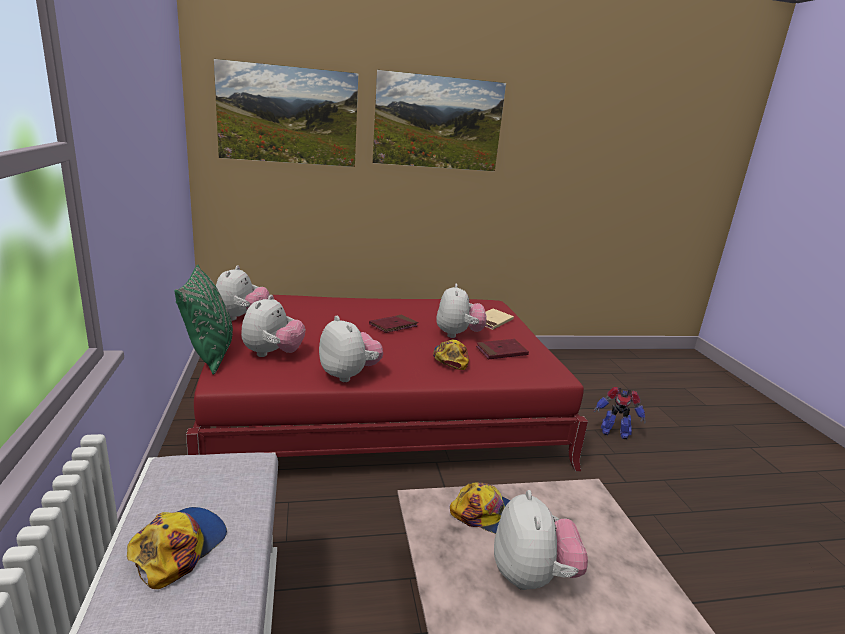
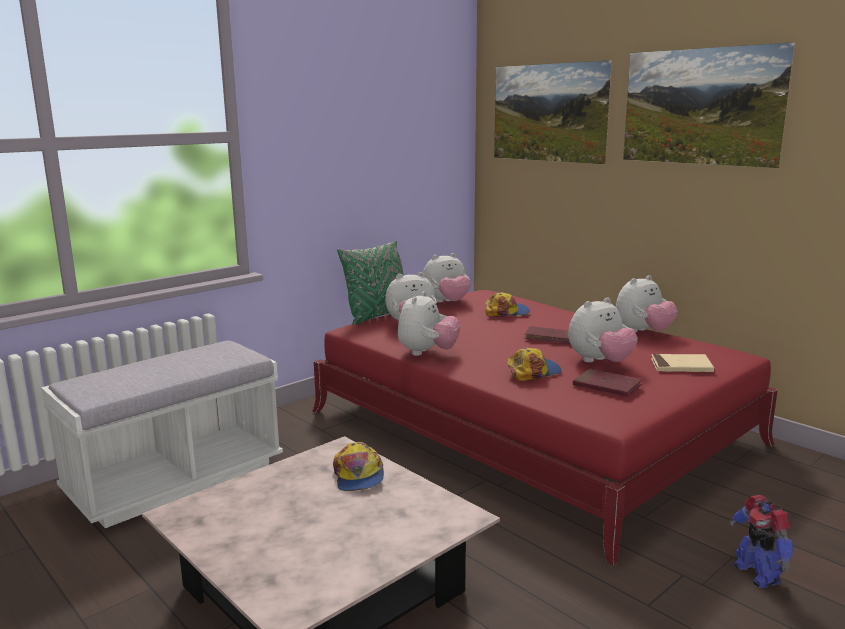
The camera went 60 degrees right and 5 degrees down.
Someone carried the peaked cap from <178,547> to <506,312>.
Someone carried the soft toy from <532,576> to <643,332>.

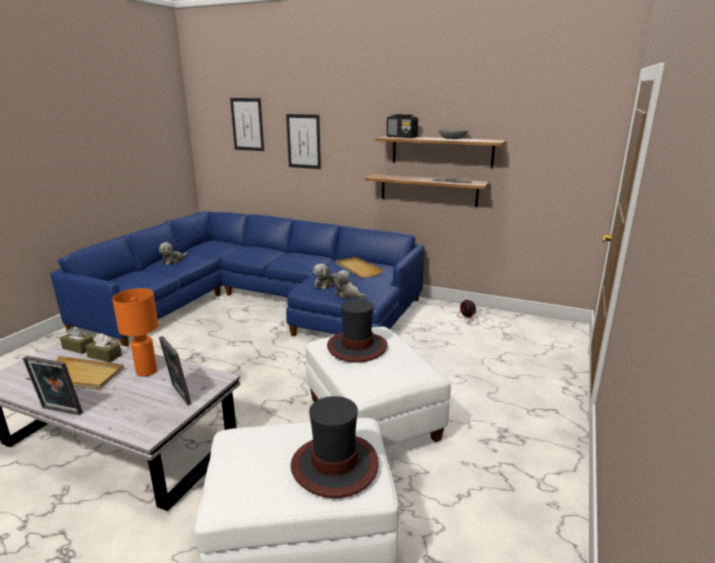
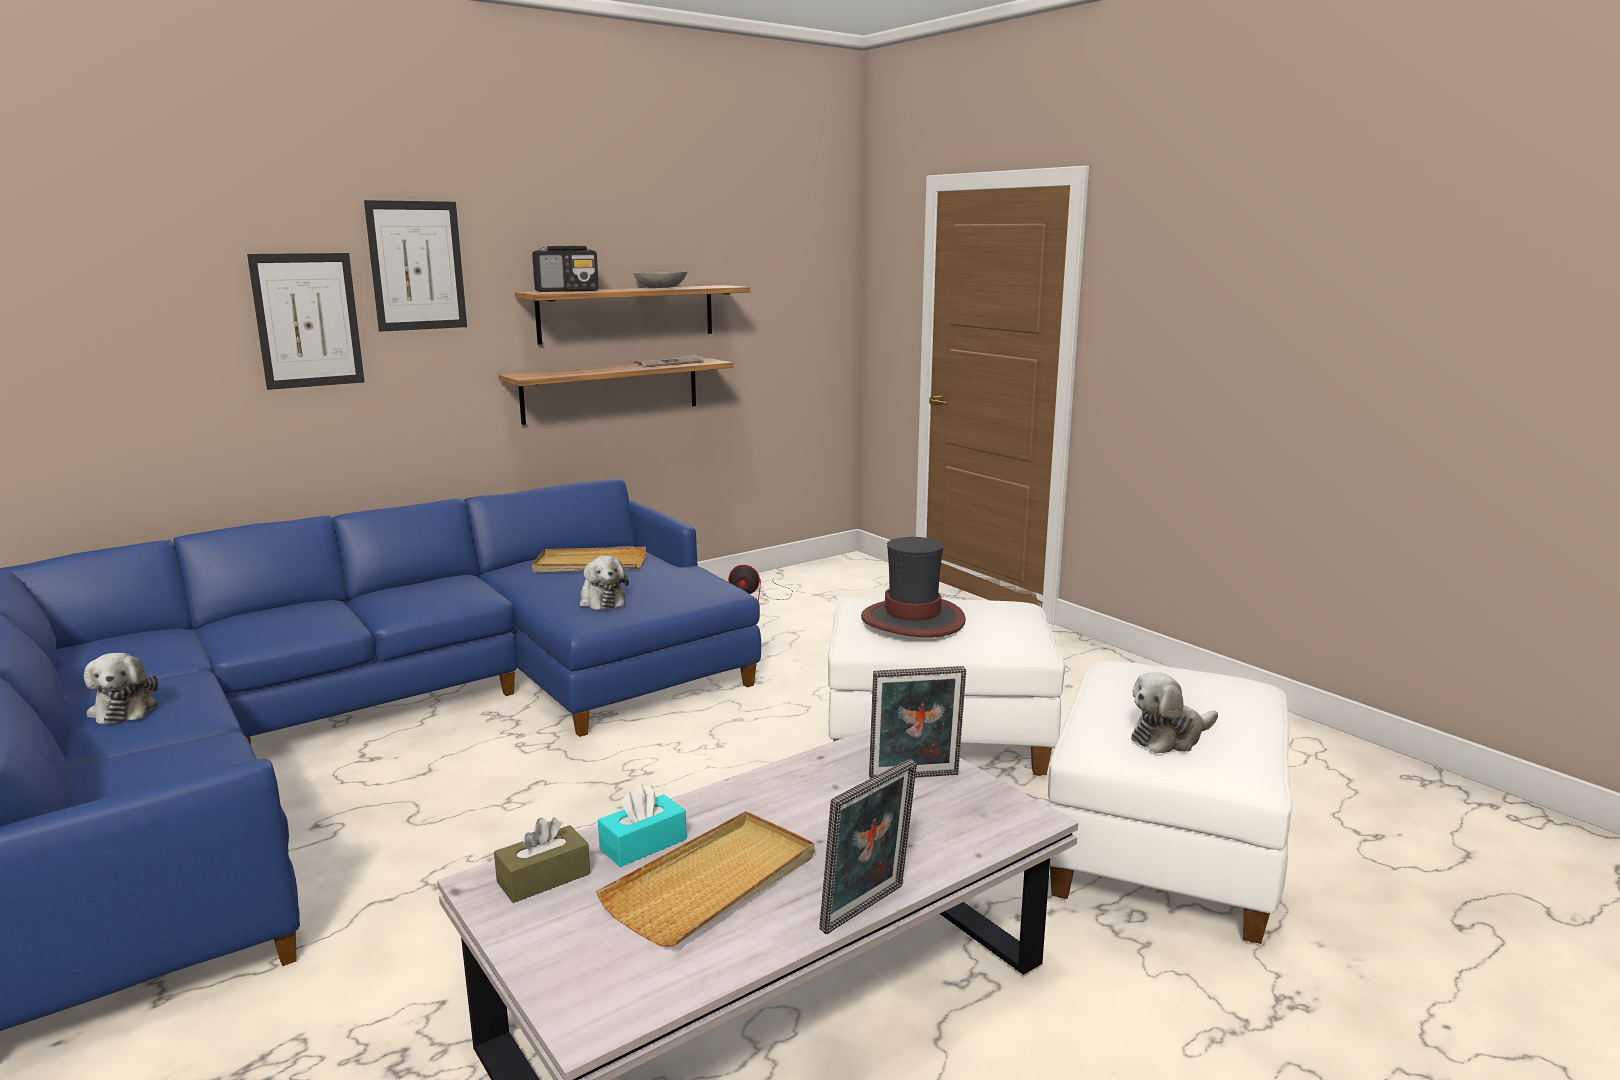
The camera went 60 degrees left and 5 degrees down.
Someone carried the wall art from <247,124> to <417,266>.
Someone repainted the brown tissue box at <104,356>, which became the turquoise tissue box at <643,844>.
Someone carried the soft toy from <348,294> to <1169,737>.
Someone took away the orange lamp for a table at <147,371>.
Someone took away the wearable hat at <335,465>.

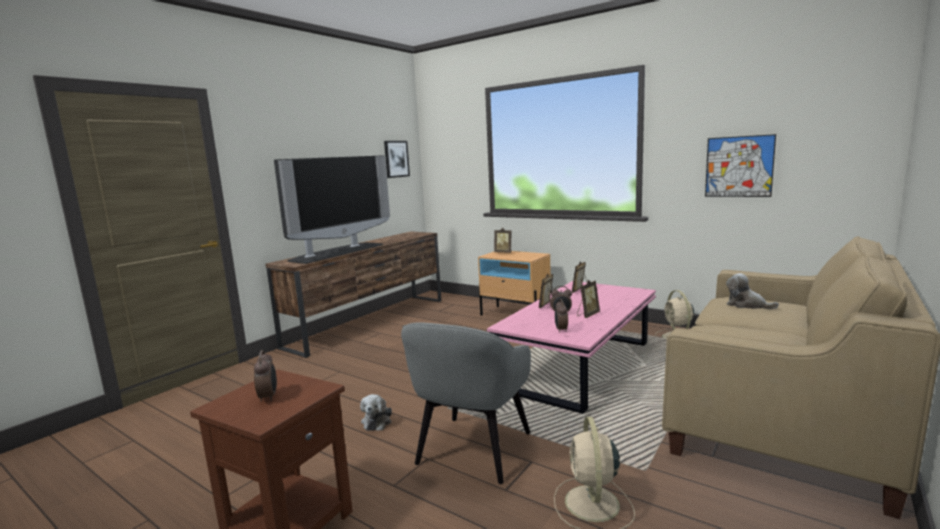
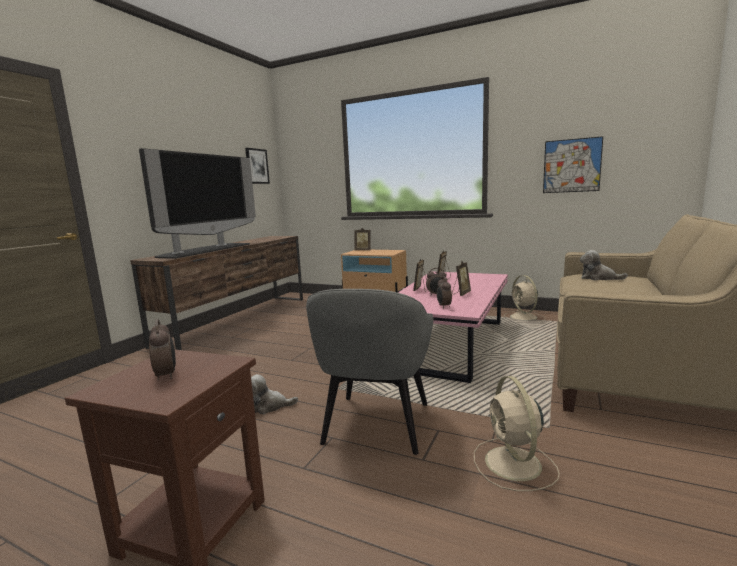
The camera went 10 degrees left and 0 degrees up.
Someone rotated the soft toy at <377,421> by 90 degrees clockwise.

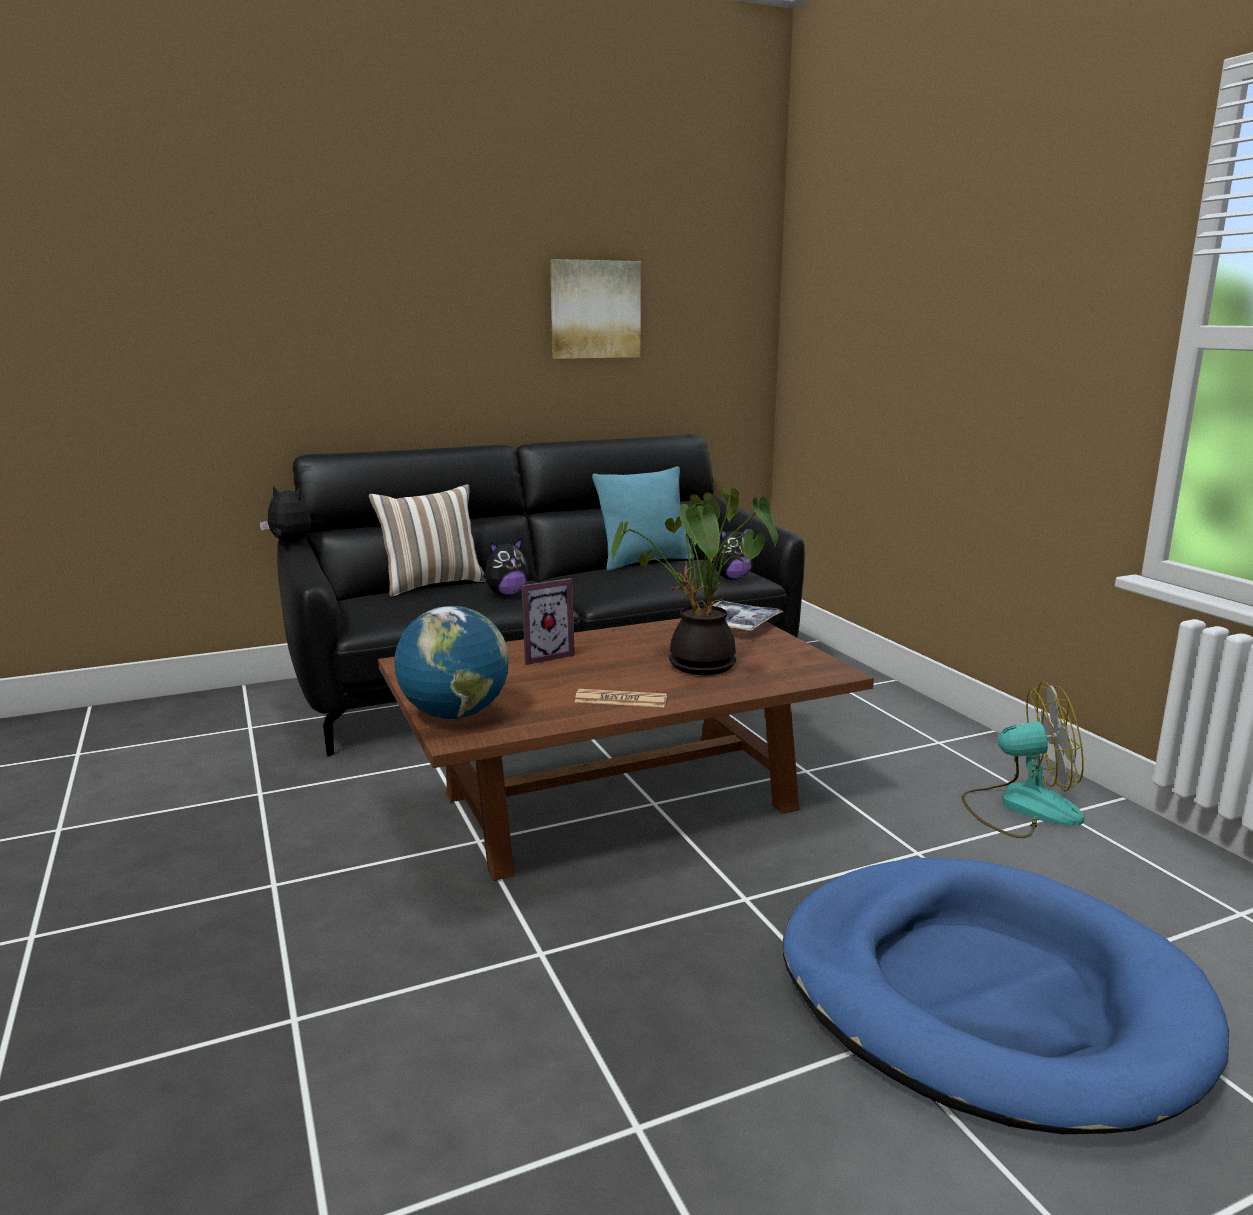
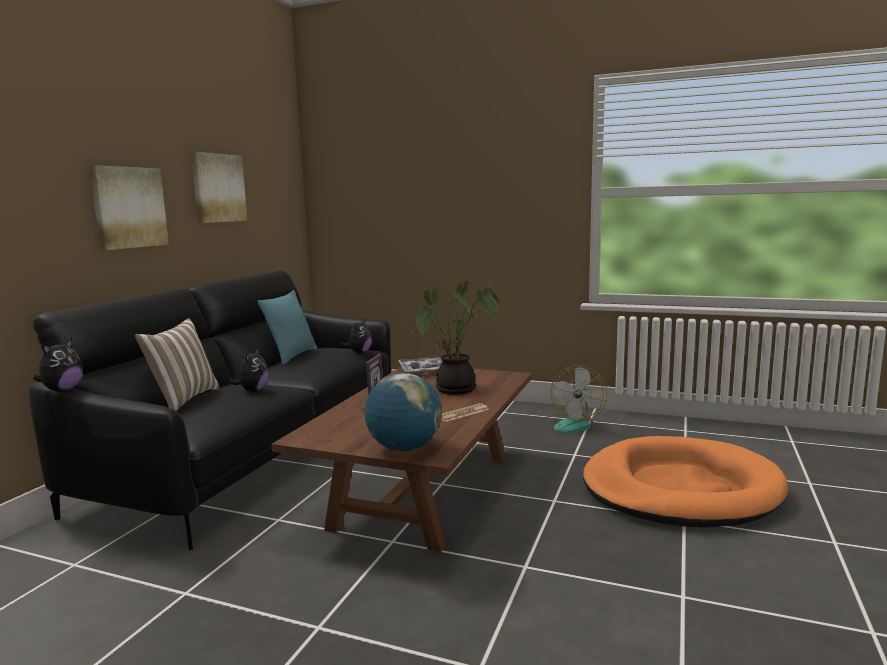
The camera went 45 degrees left and 5 degrees down.
Someone rotated the soft toy at <289,543> by 135 degrees clockwise.
Someone put up the wall art at <128,207>.
Someone rotated the cooling fan at <1020,807> by 150 degrees clockwise.
Someone repainted the blue pet bed at <985,996>, which became the orange pet bed at <679,489>.

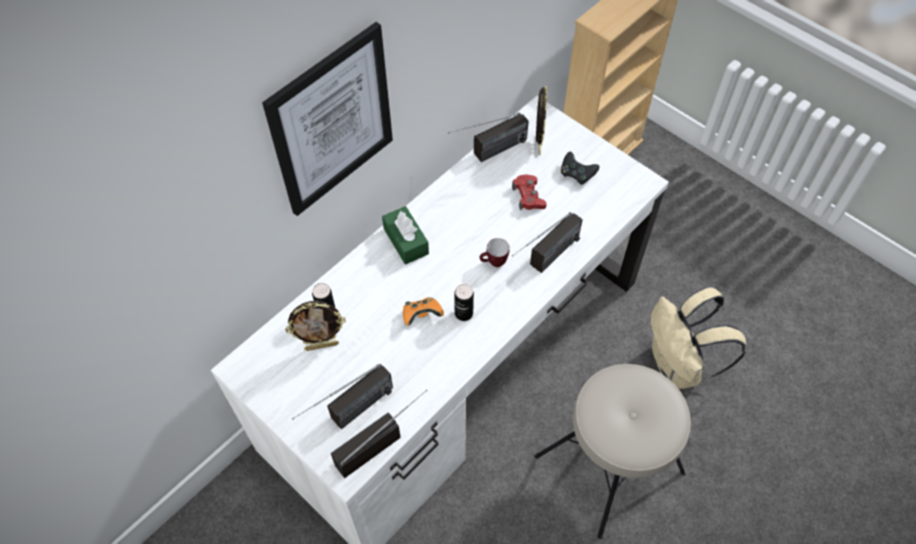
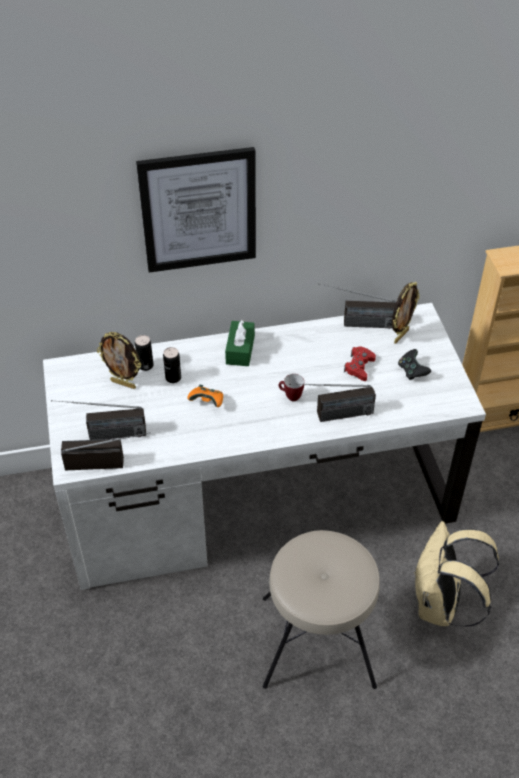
The camera went 35 degrees right and 10 degrees down.
Someone carried the metal can from <463,313> to <173,378>.

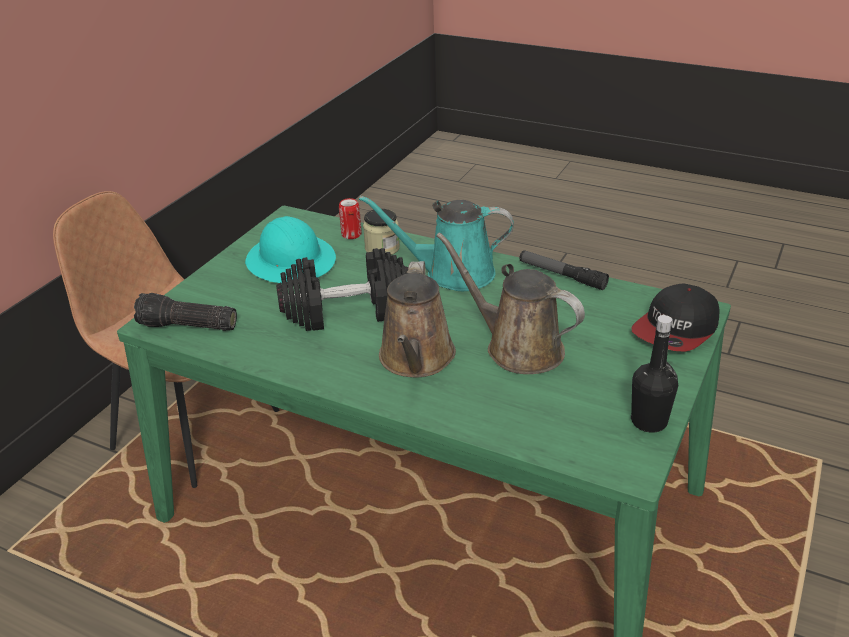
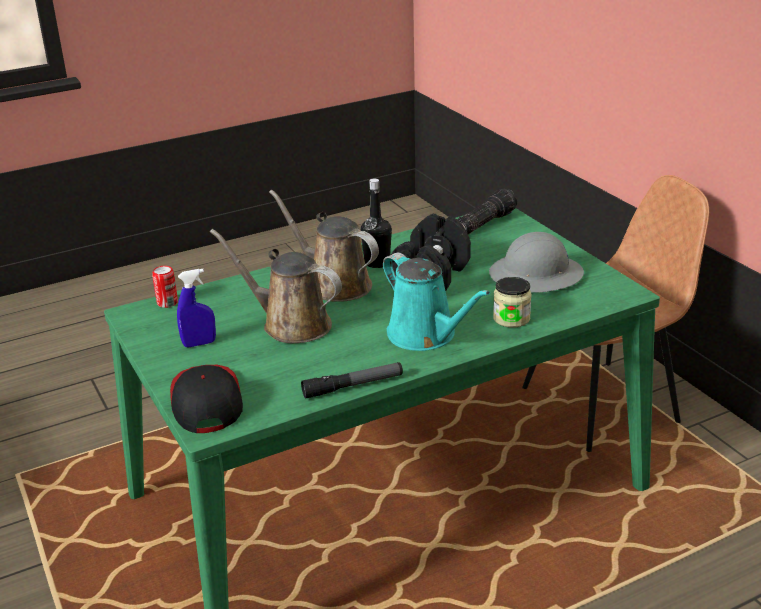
The camera went 125 degrees right and 5 degrees down.
Someone carried the metal can from <351,234> to <167,303>.
Someone put down the blue hand sprayer at <199,343>.
Someone rotated the brown watering pot at <517,348> by 135 degrees counterclockwise.
Someone carried the black drink bottle from <649,421> to <377,263>.
Someone rotated the turquoise watering pot at <452,274> by 105 degrees clockwise.
Someone repainted the turquoise hard hat at <291,261>, which became the grey hard hat at <536,275>.

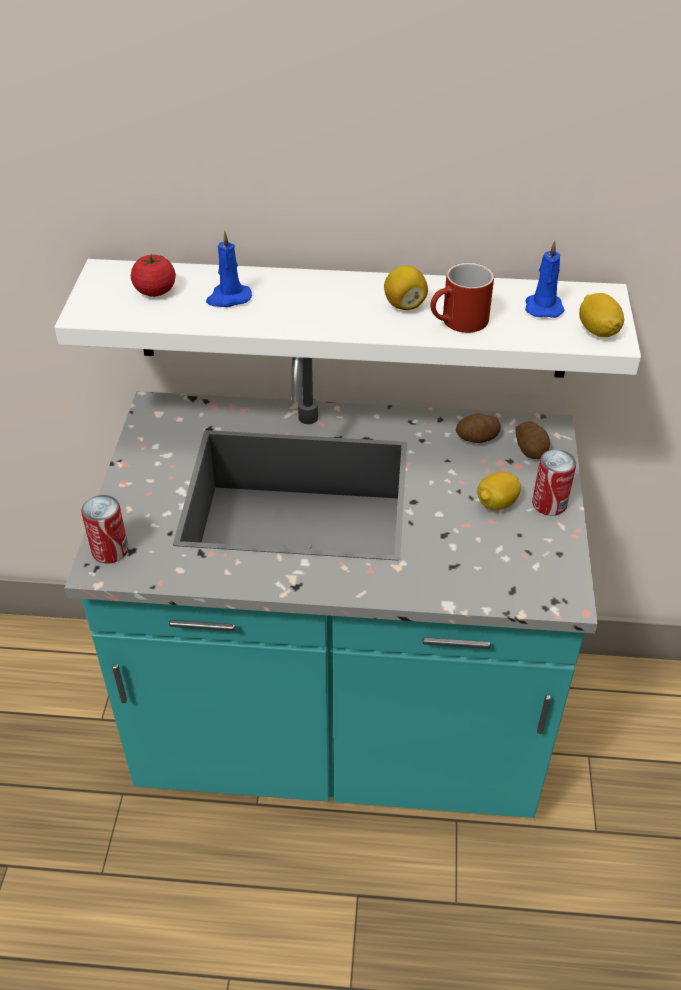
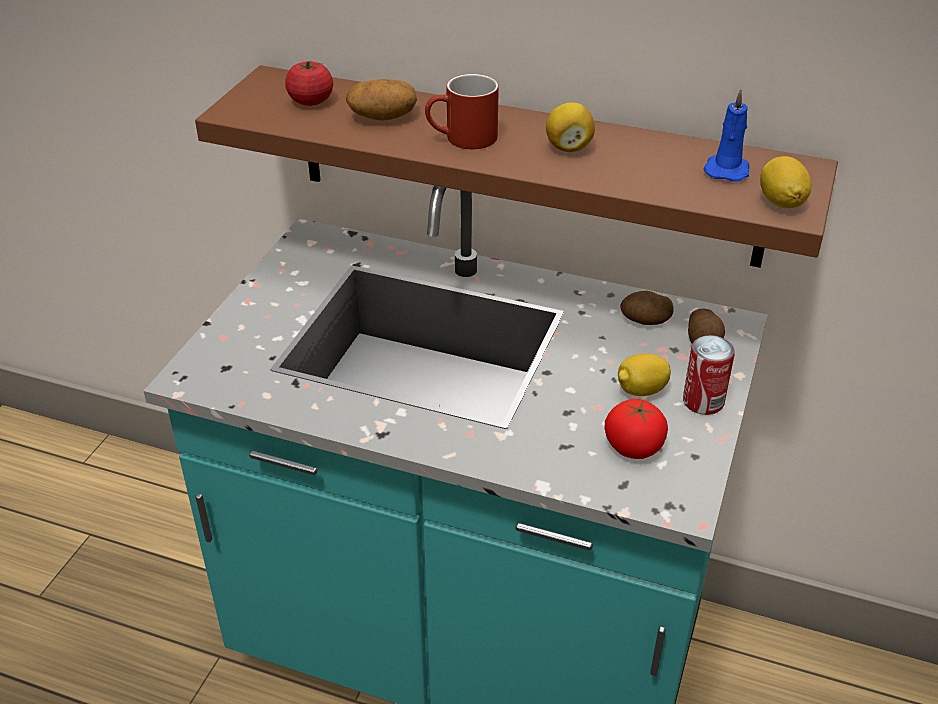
The camera went 15 degrees right and 5 degrees down.
Someone repainted the whitish wall shelf at <352,319>, which became the brown wall shelf at <525,166>.
Someone swapped the blue candle at <228,298> for the potato at <382,117>.
Someone carried the red mug from <458,323> to <462,139>.
Someone put down the fresh tomato at <633,447>.
Someone took away the metal can at <110,550>.

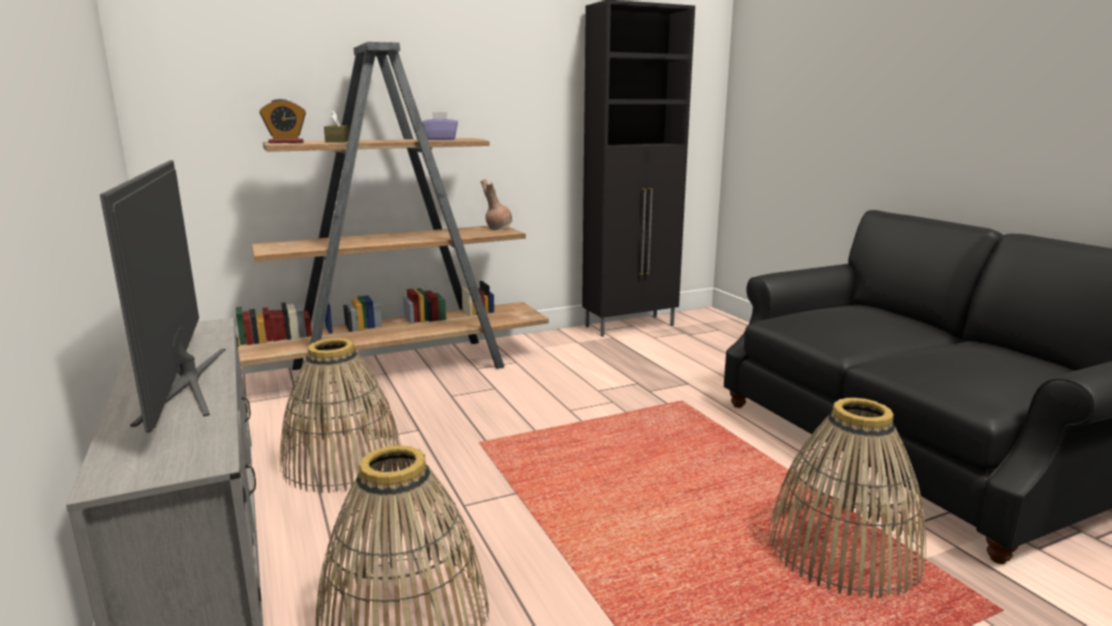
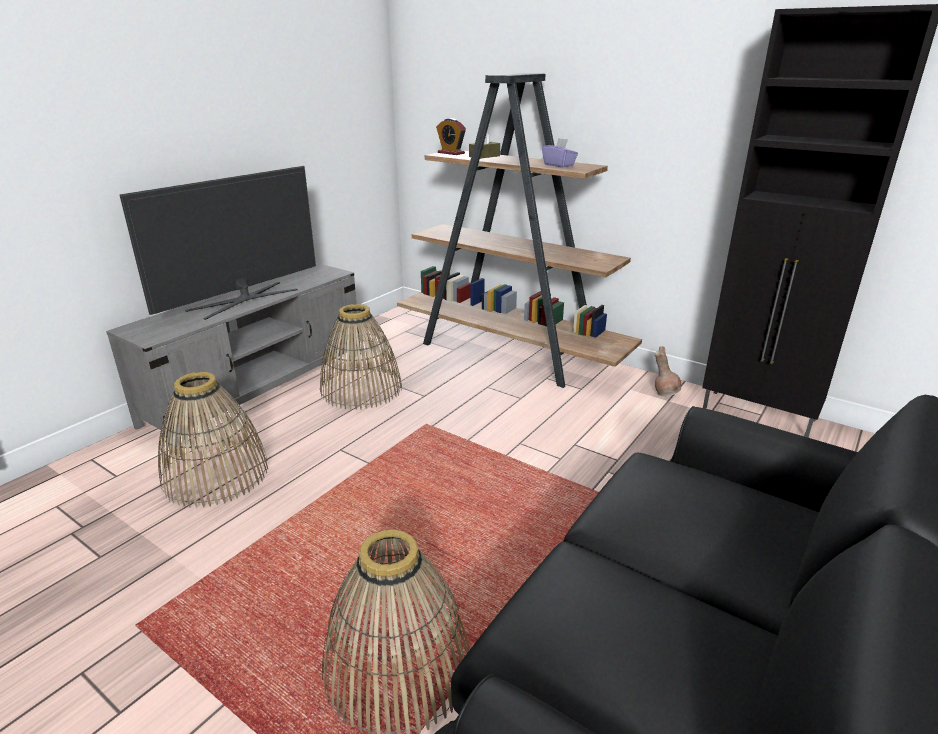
The camera went 60 degrees right and 10 degrees up.
Someone carried the brown decorative vase from <497,228> to <665,393>.

